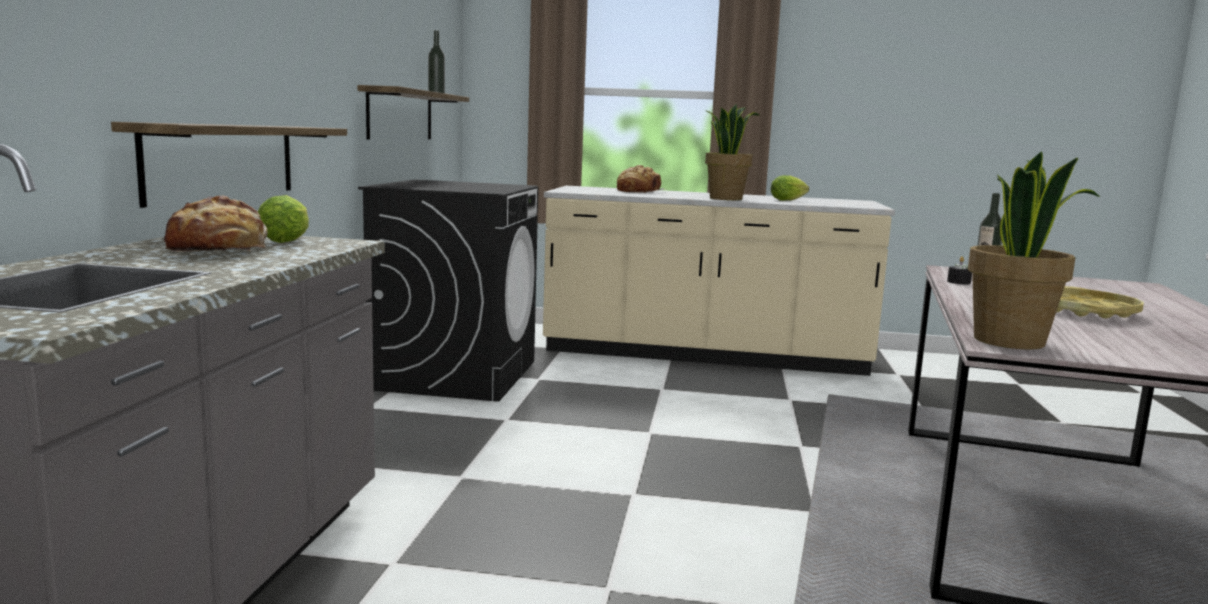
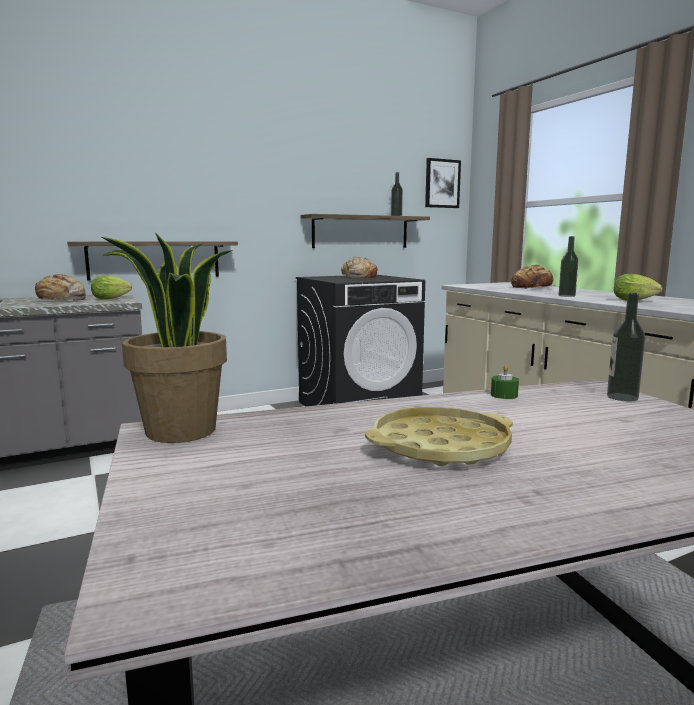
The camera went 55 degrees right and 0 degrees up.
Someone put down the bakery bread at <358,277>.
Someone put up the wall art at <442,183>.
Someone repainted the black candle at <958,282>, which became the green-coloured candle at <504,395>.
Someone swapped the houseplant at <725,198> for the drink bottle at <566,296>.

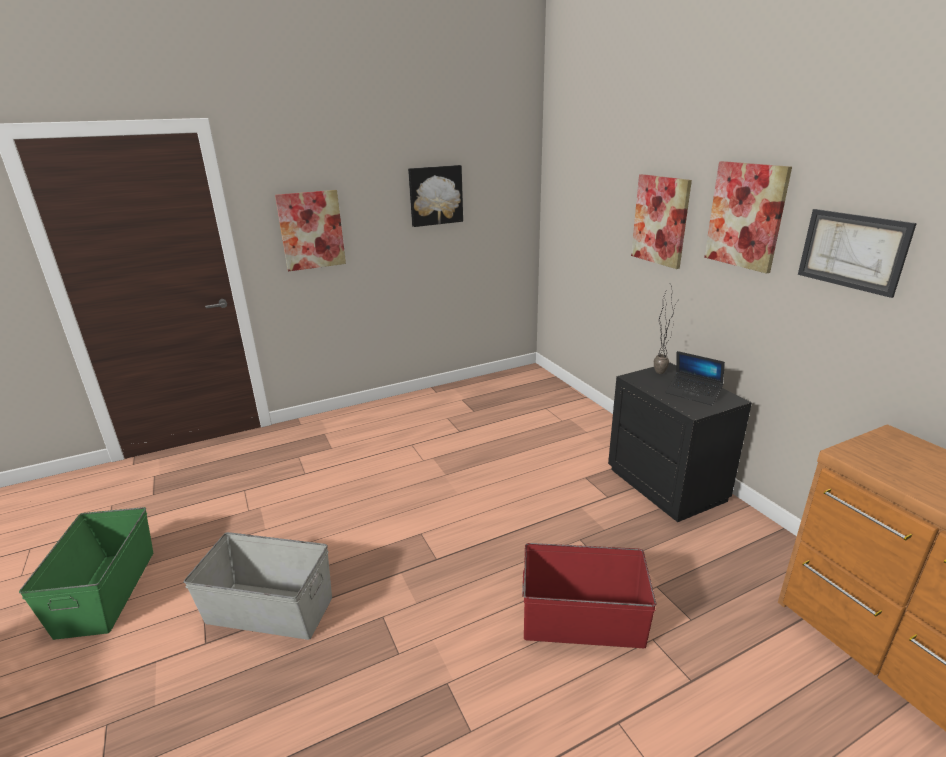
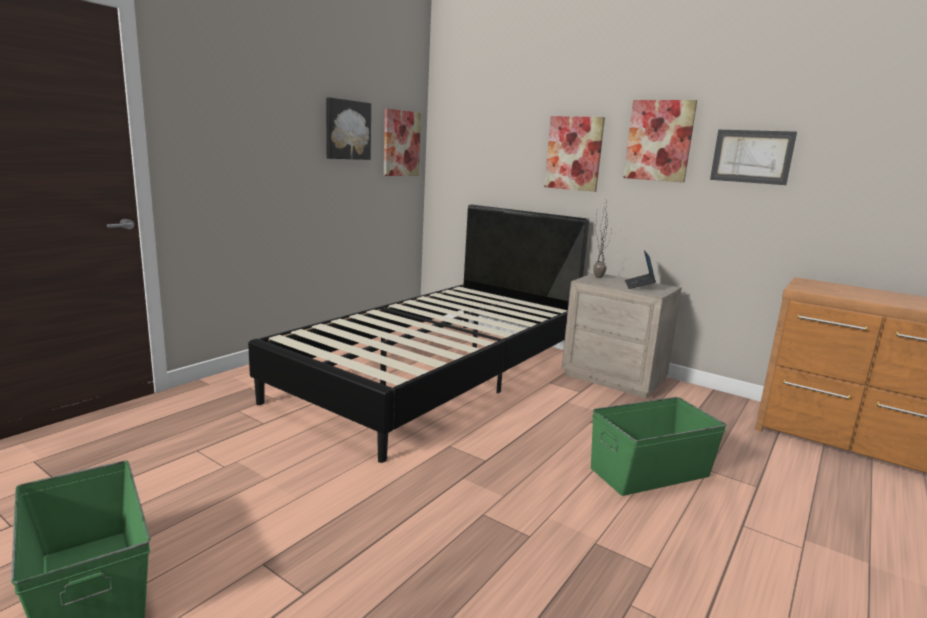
The camera went 30 degrees left and 10 degrees down.
Someone put down the black sleeping bed at <436,375>.
Someone carried the wall art from <311,230> to <401,143>.
Someone repainted the black bedside table at <667,485>, which became the beige bedside table at <614,377>.
Someone repainted the red storage container at <583,621>, which became the green-coloured storage container at <651,472>.
Someone rotated the laptop at <693,393> by 90 degrees clockwise.
Someone took away the grey storage container at <269,609>.

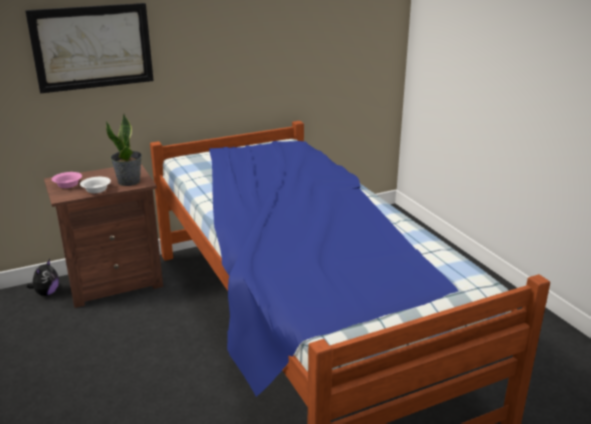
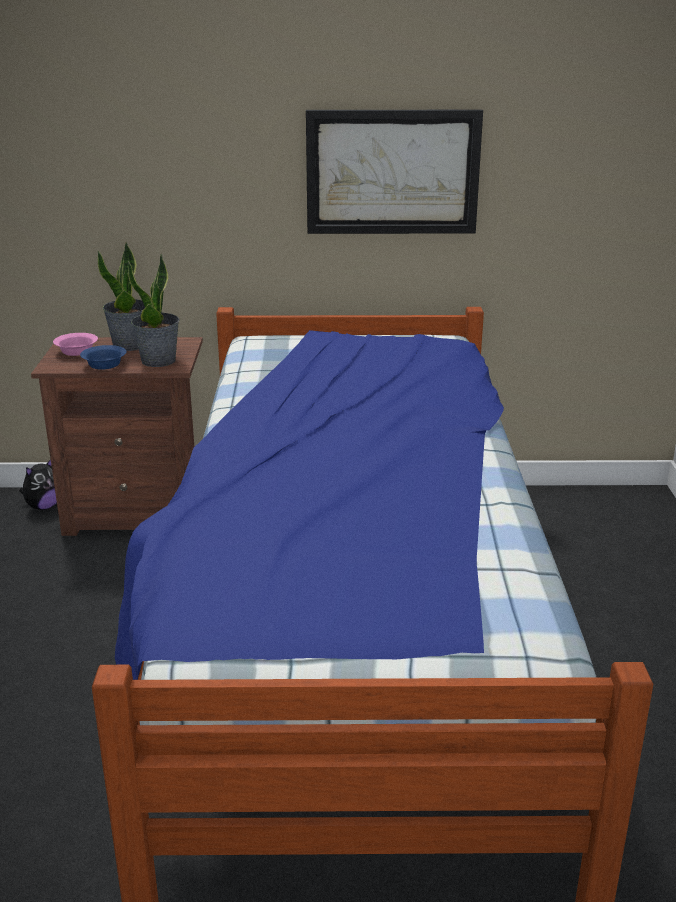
The camera went 25 degrees right and 0 degrees up.
Someone repainted the whitish bowl at <96,189>, which became the blue bowl at <105,364>.
Someone put down the houseplant at <130,345>.
Someone carried the wall art from <92,47> to <392,172>.

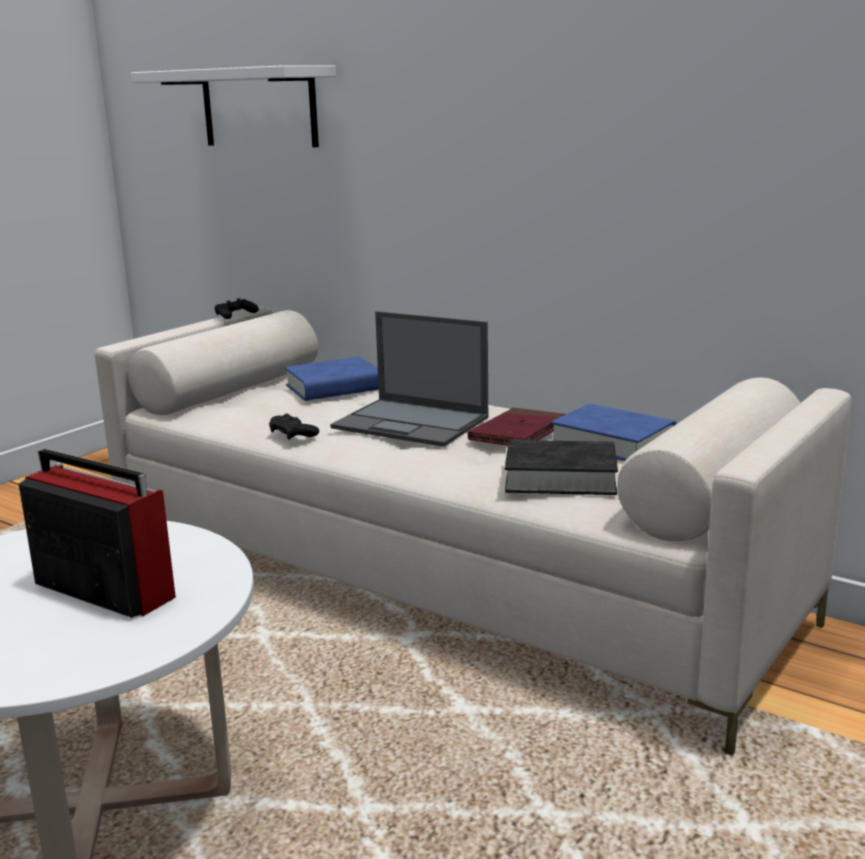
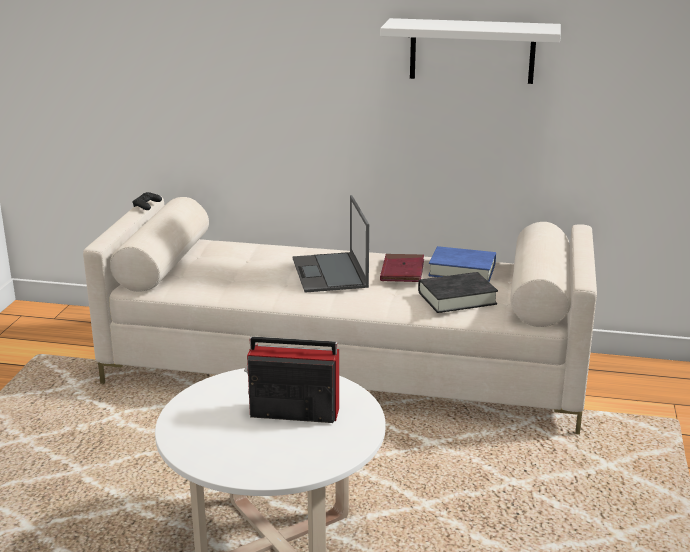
The camera went 25 degrees left and 5 degrees up.
Someone rotated the laptop at <412,423> by 75 degrees clockwise.
Someone carried the whitish wall shelf from <259,108> to <472,51>.
Someone took away the black game controller at <293,433>.
Someone took away the blue book at <334,388>.

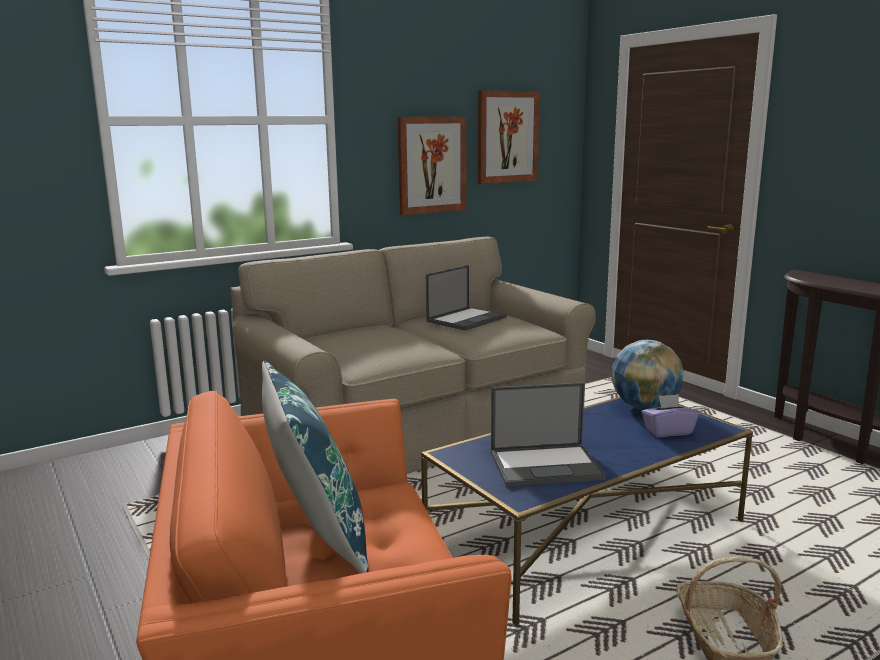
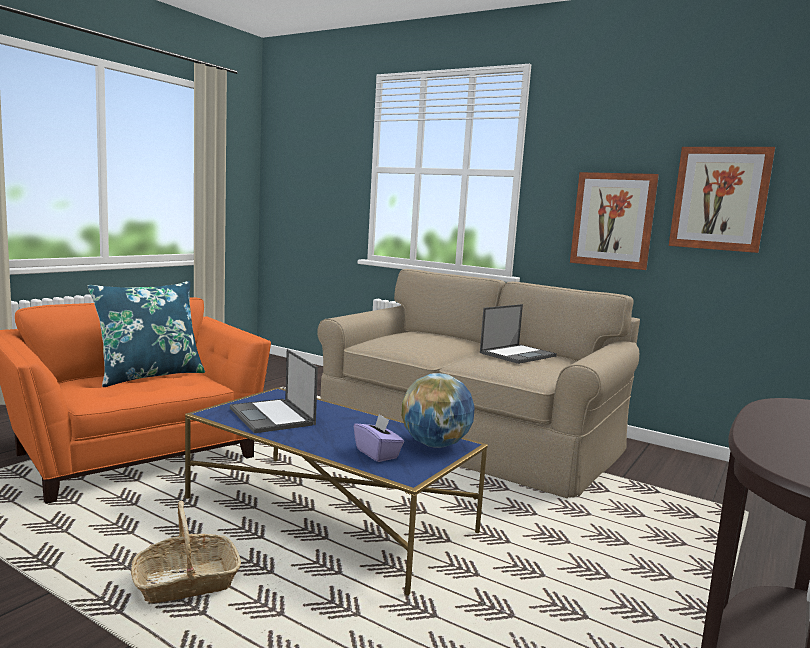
The camera went 65 degrees right and 5 degrees down.
Someone rotated the laptop at <467,319> by 60 degrees counterclockwise.

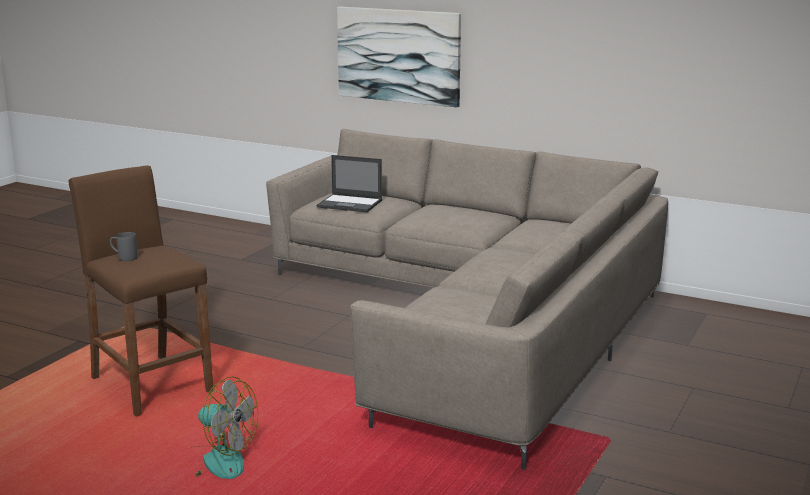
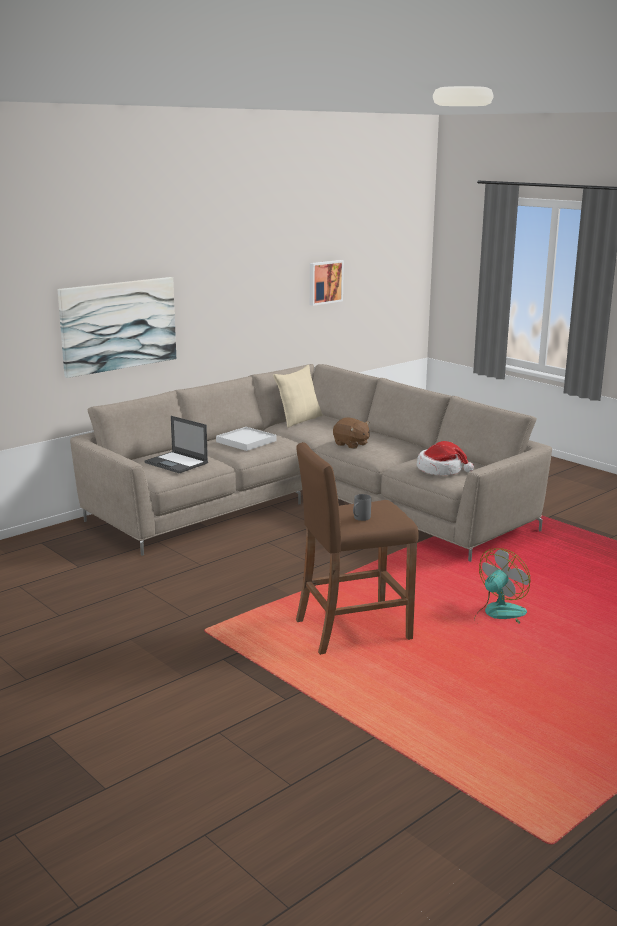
The camera went 70 degrees left and 0 degrees up.
Someone rotated the laptop at <350,204> by 90 degrees clockwise.
Someone put down the whitish serving tray at <246,441>.
Someone put down the beige pillow at <299,420>.
Someone put up the wall art at <324,282>.
Someone put down the brown soft toy at <351,444>.
Someone put down the wearable hat at <441,470>.

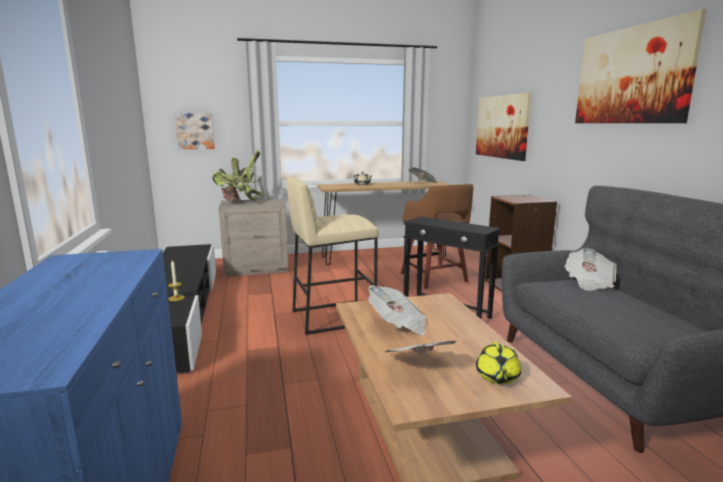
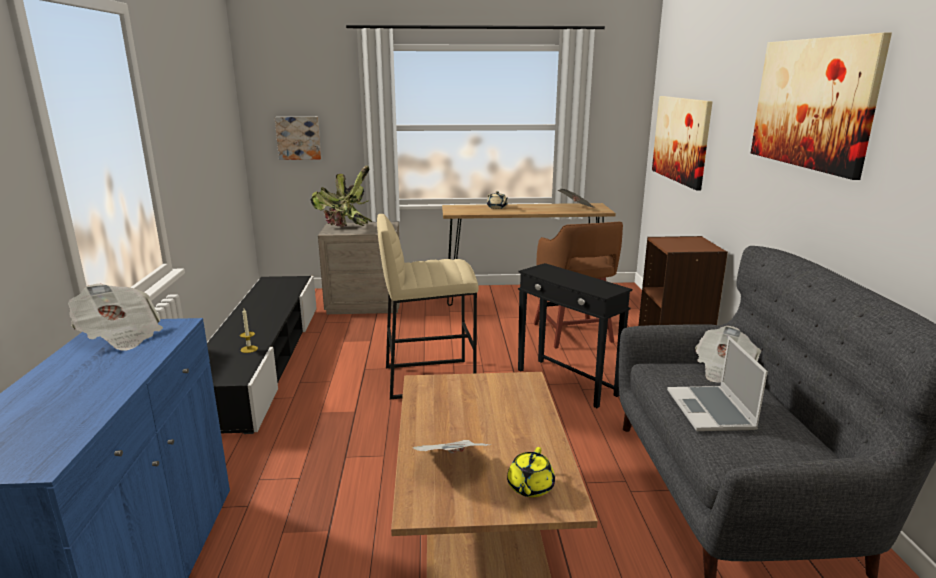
The camera went 10 degrees right and 5 degrees up.
Someone carried the printed paper from <398,325> to <120,336>.
Someone put down the laptop at <711,411>.

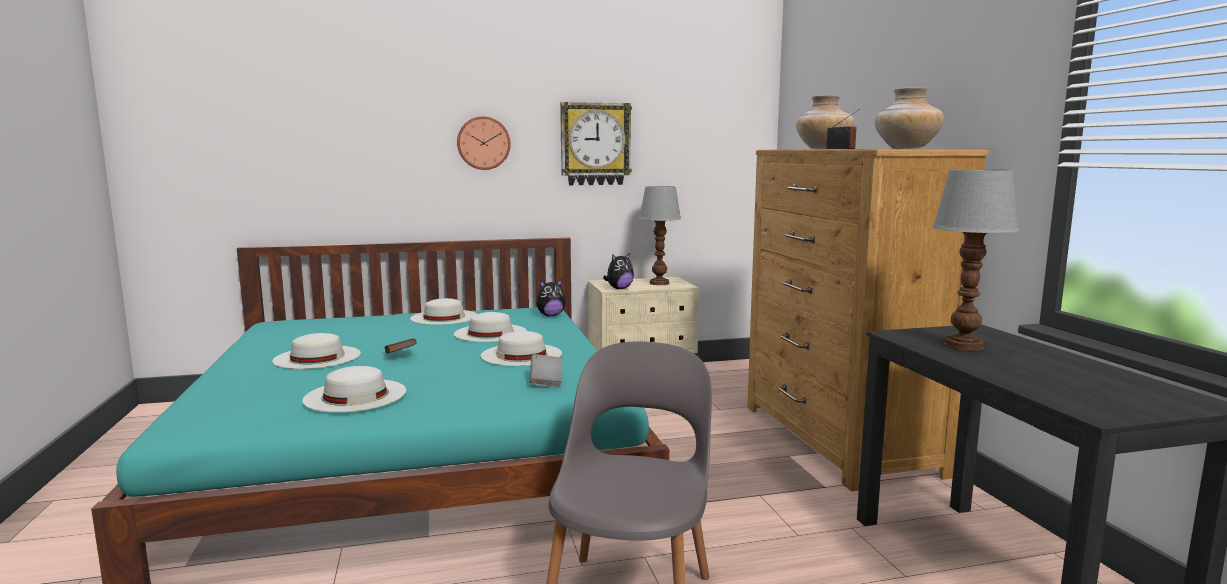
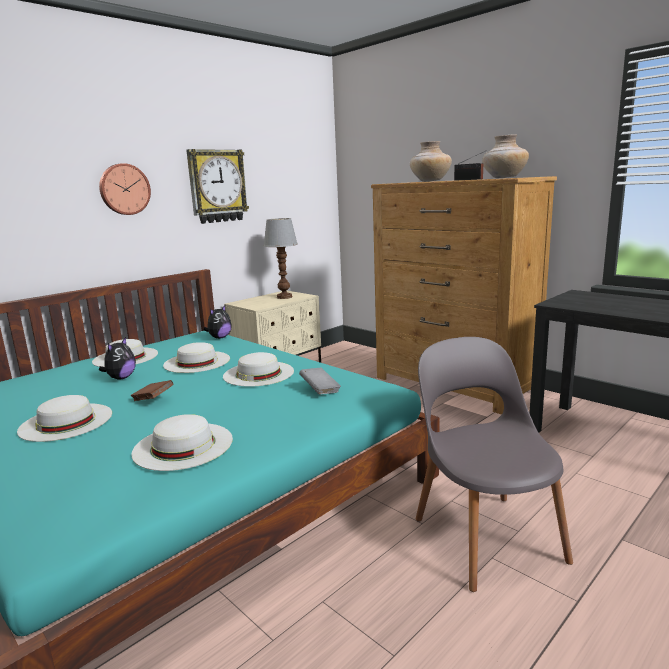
The camera went 30 degrees left and 5 degrees up.
Someone carried the soft toy from <619,289> to <121,378>.
Someone took away the lamp for a table at <962,346>.

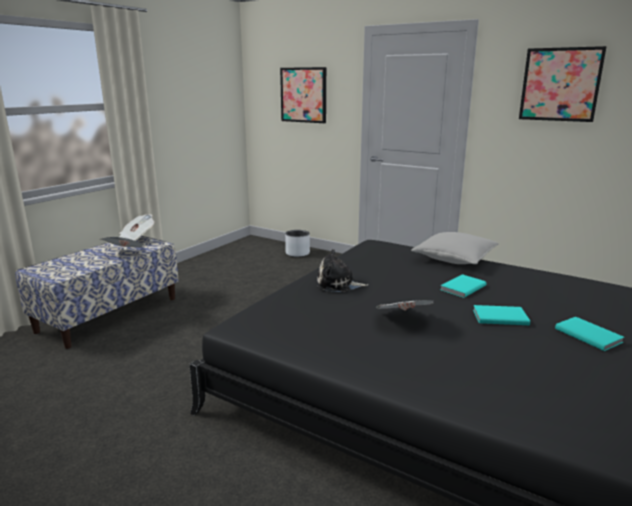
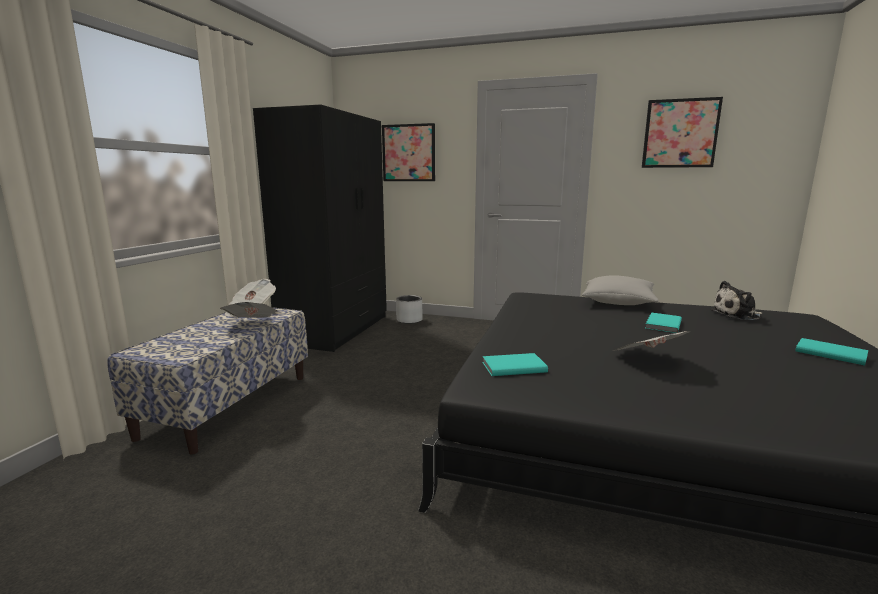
The camera went 15 degrees left and 5 degrees down.
Someone put down the black clothes cupboard at <336,329>.
Someone carried the turquoise book from <499,317> to <512,366>.
Someone carried the soft toy from <338,285> to <737,315>.

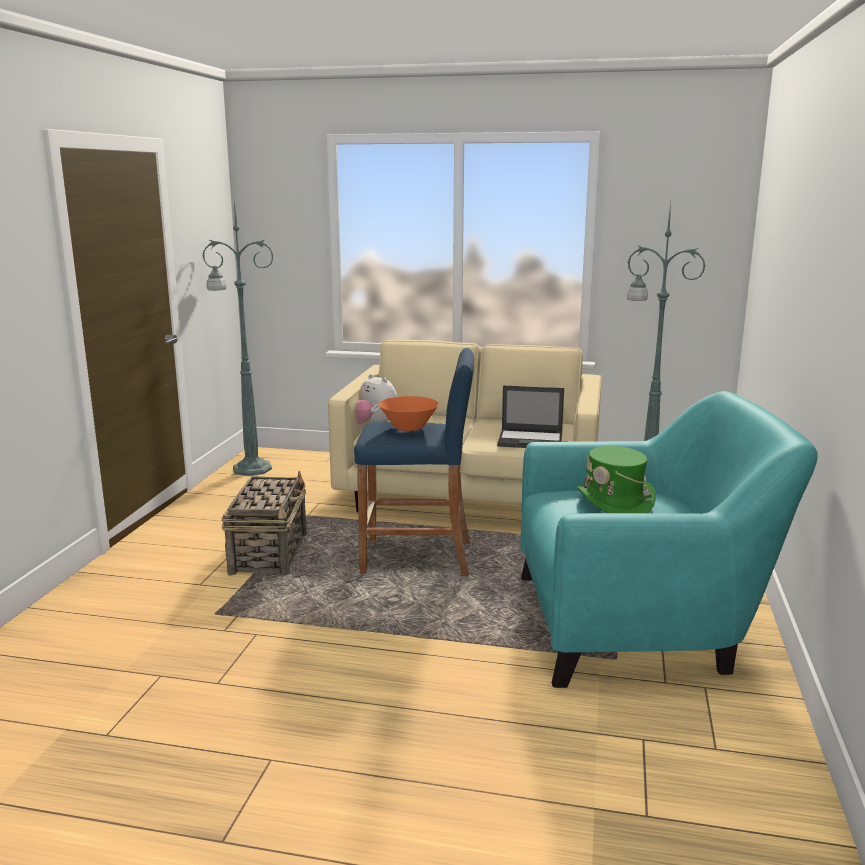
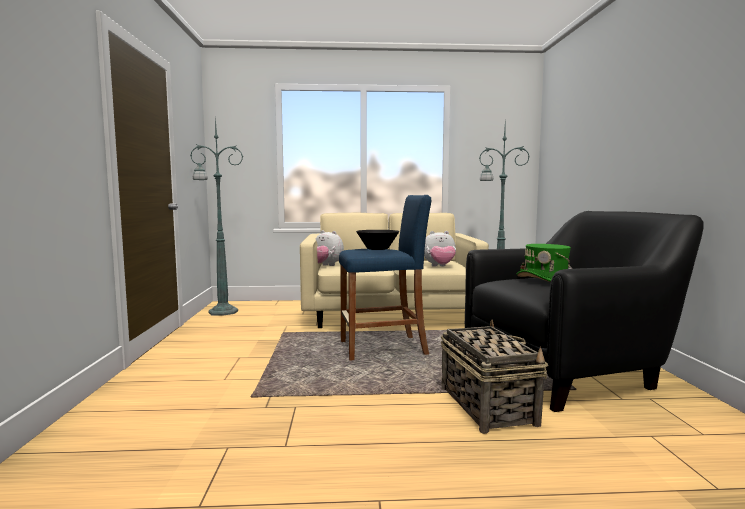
The camera went 15 degrees left and 10 degrees down.
Someone repainted the orange bowl at <408,428>, which became the black bowl at <377,249>.
Someone swapped the laptop at <531,440> for the soft toy at <439,266>.
Someone carried the household basket from <269,553> to <486,405>.
Someone repainted the turquoise easy chair at <640,624>, which became the black easy chair at <568,369>.

